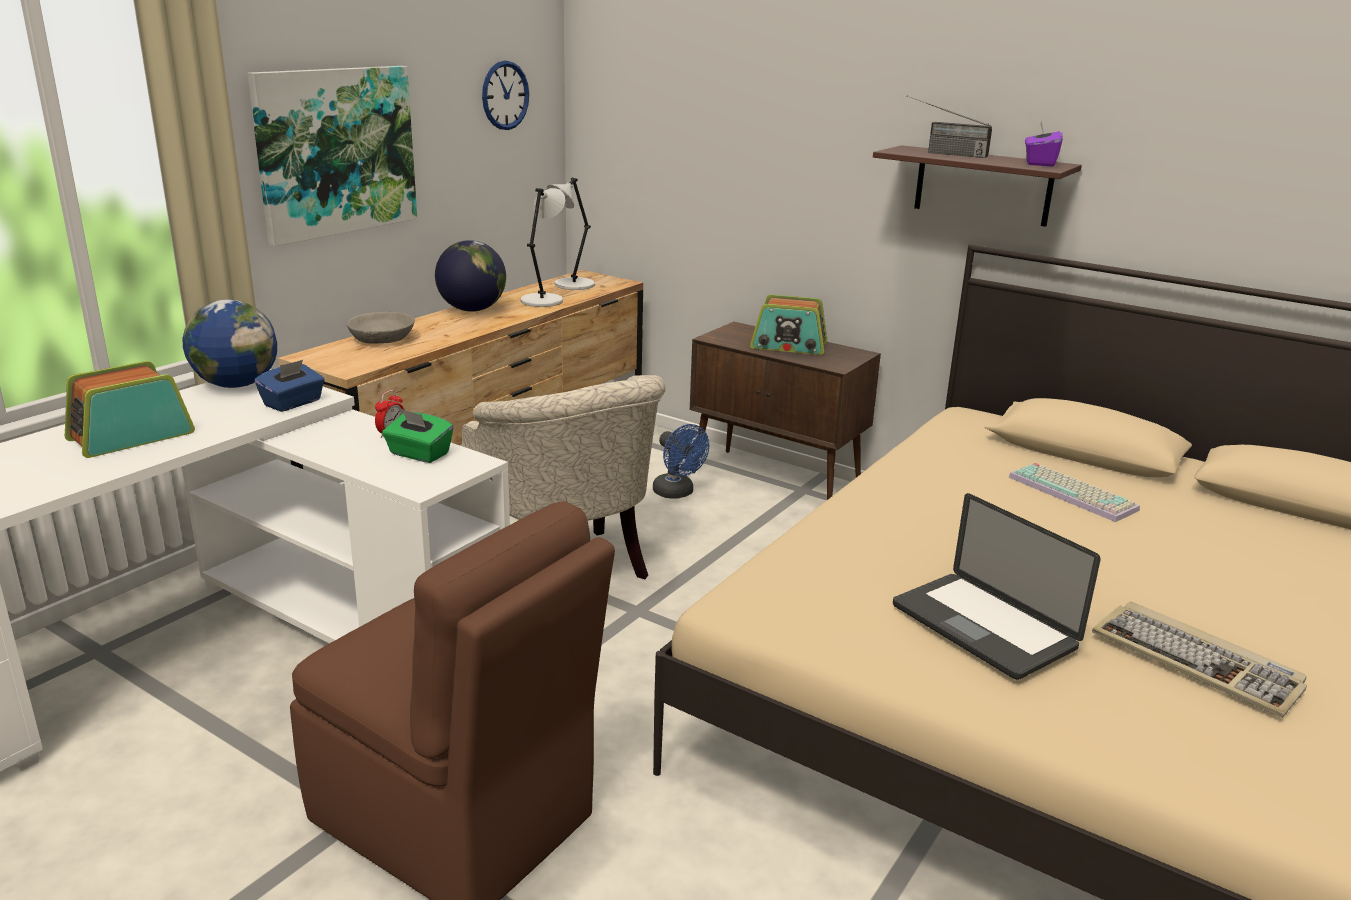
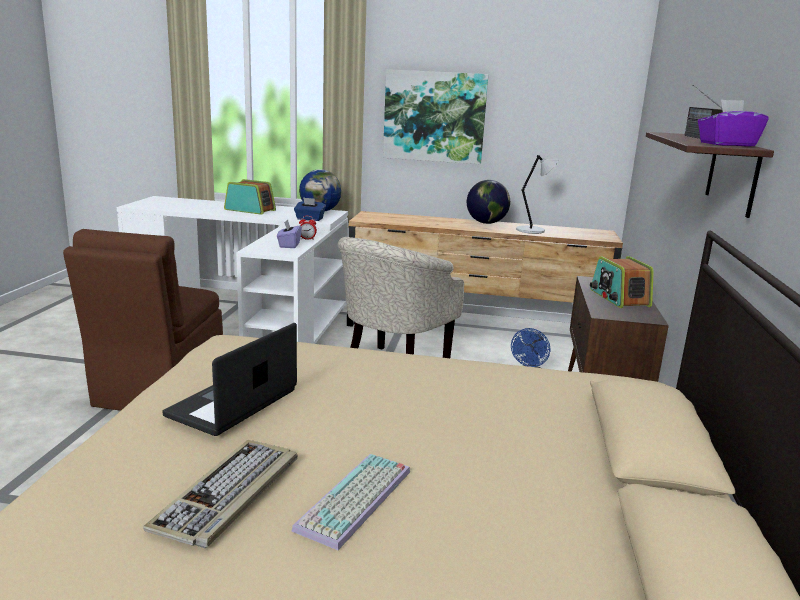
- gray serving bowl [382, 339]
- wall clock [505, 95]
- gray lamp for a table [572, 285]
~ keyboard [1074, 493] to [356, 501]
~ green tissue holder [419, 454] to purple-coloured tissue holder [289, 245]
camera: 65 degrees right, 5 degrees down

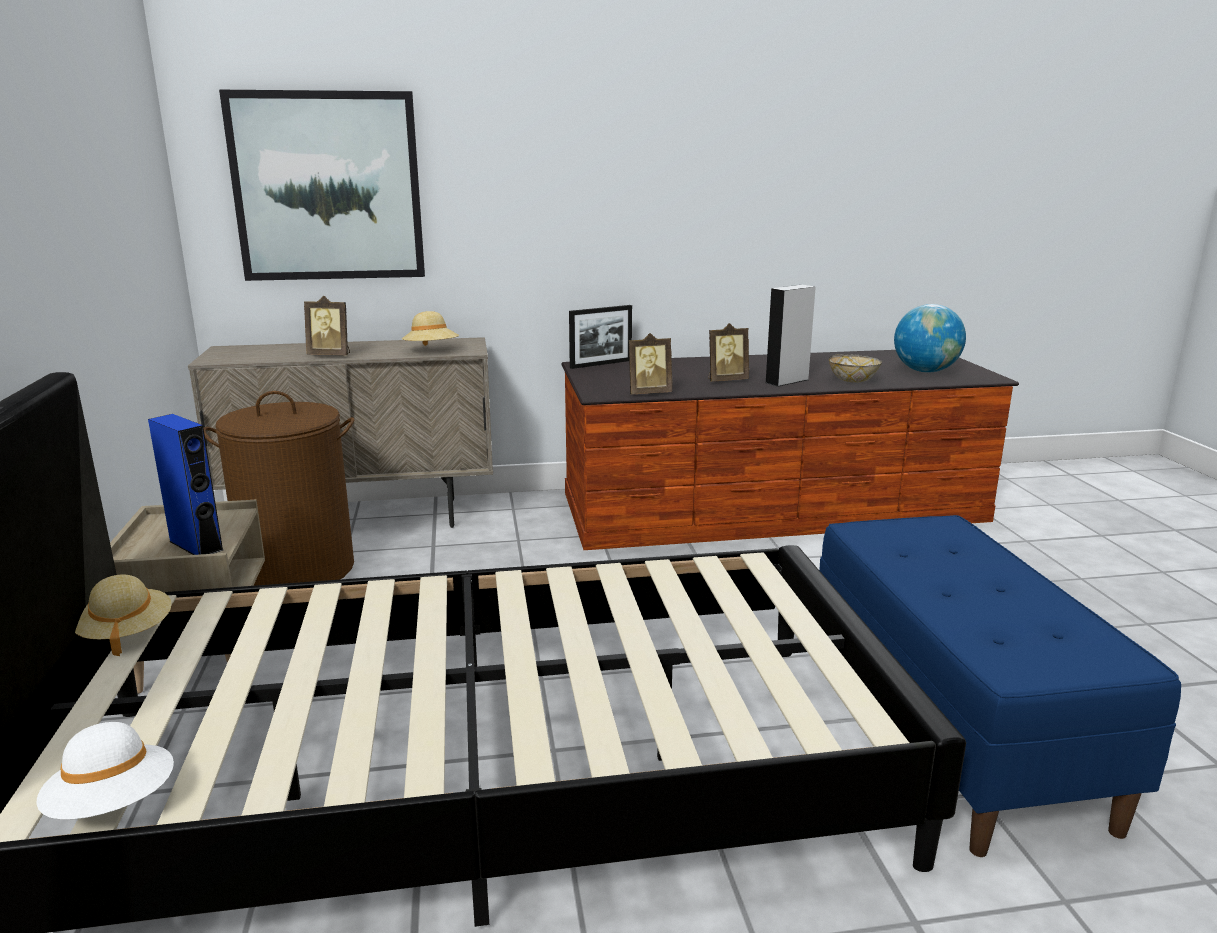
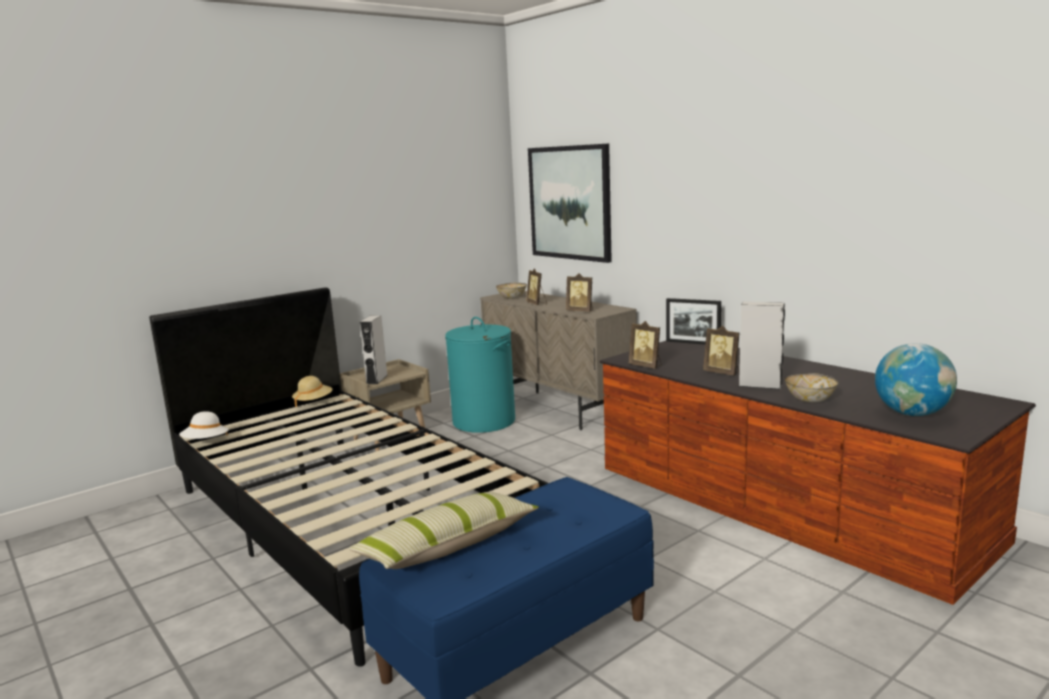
+ pillow [447, 546]
+ serving bowl [512, 297]
~ beige-coloured wearable hat [431, 351] to picture frame [580, 311]
~ blue loudspeaker [196, 545] to gray loudspeaker [377, 379]
~ brown laundry basket [298, 570] to turquoise-coloured laundry basket [484, 421]
camera: 60 degrees right, 5 degrees down

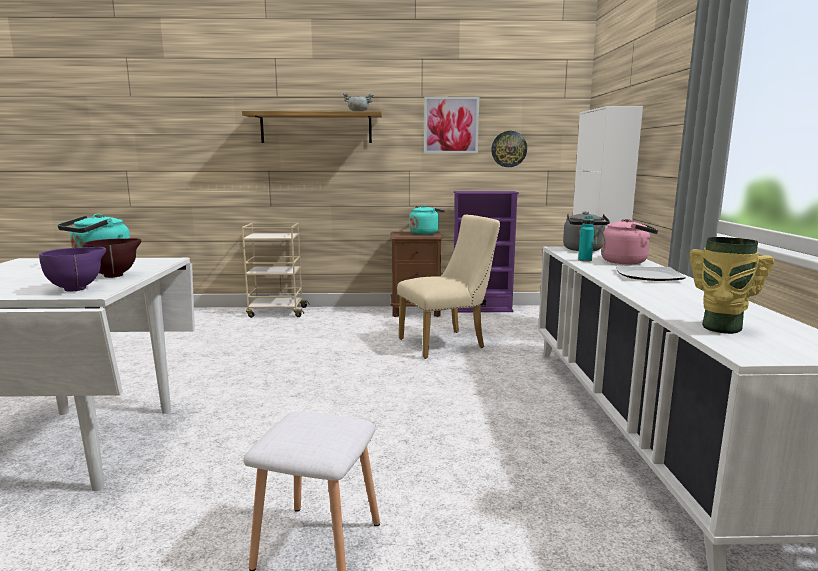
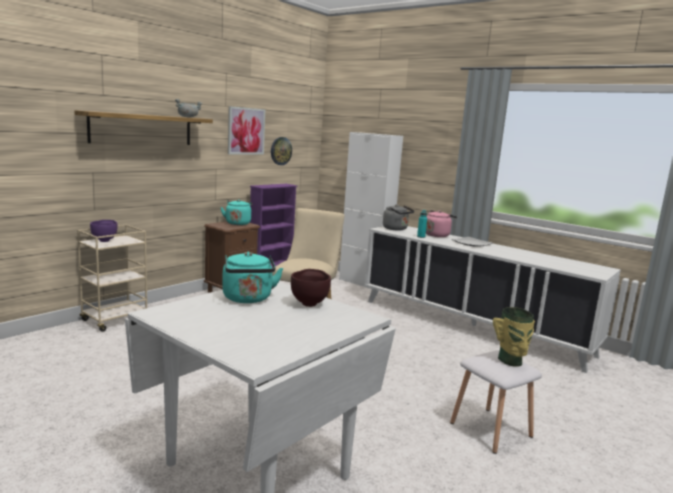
~ purple-coloured serving bowl [78, 289] to [105, 240]
~ vase [720, 328] to [511, 361]
camera: 50 degrees left, 0 degrees up

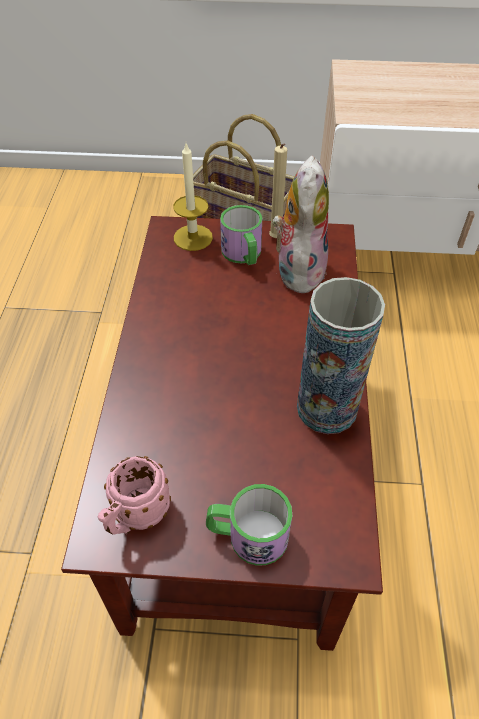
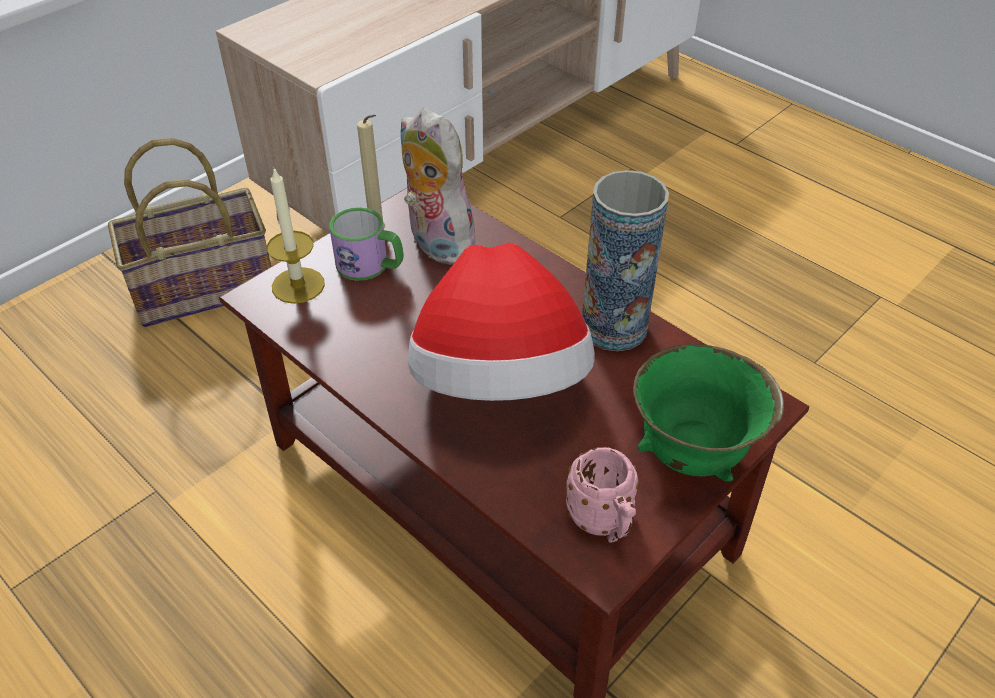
+ wearable hat [500, 381]
~ coffee mug [247, 535] to green serving bowl [692, 456]
camera: 50 degrees left, 5 degrees down

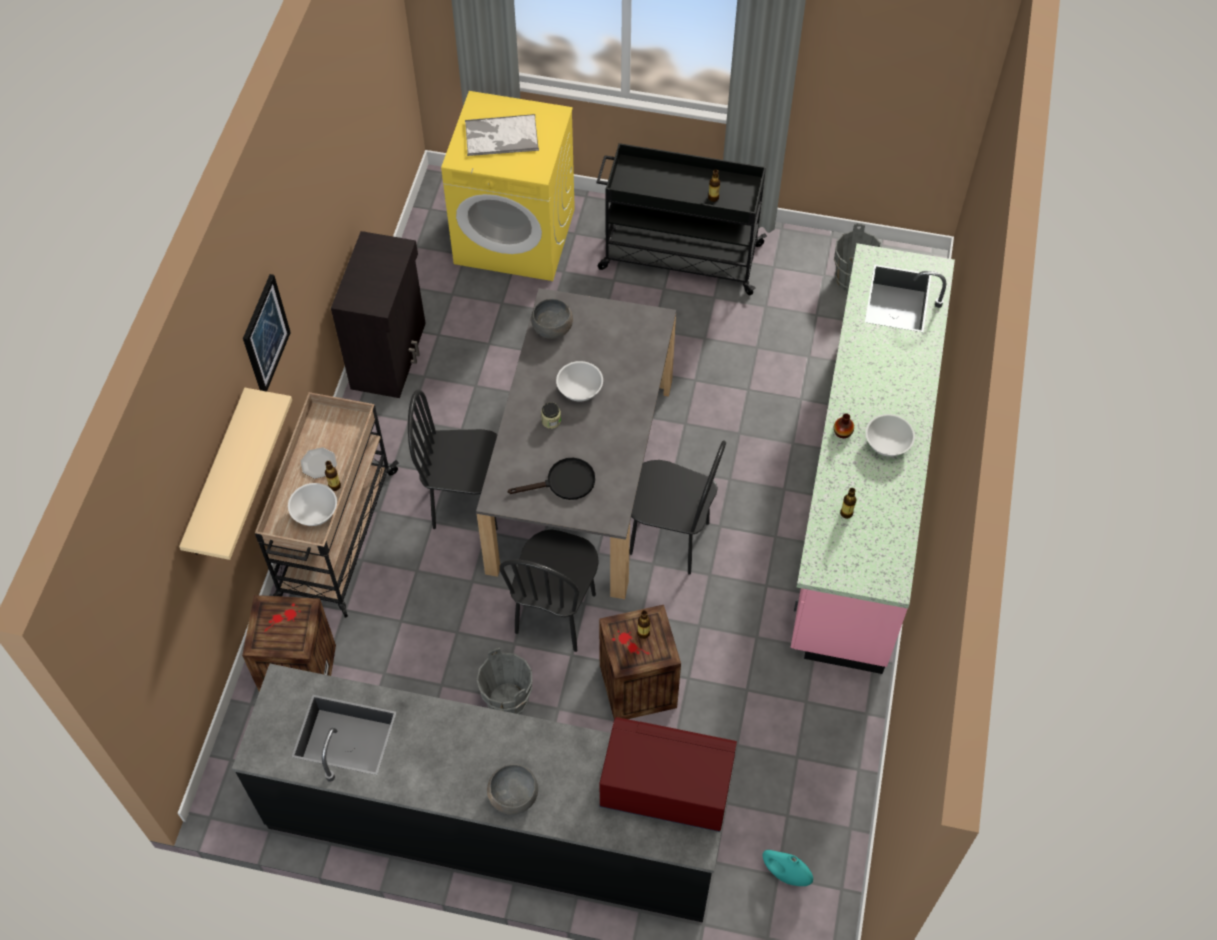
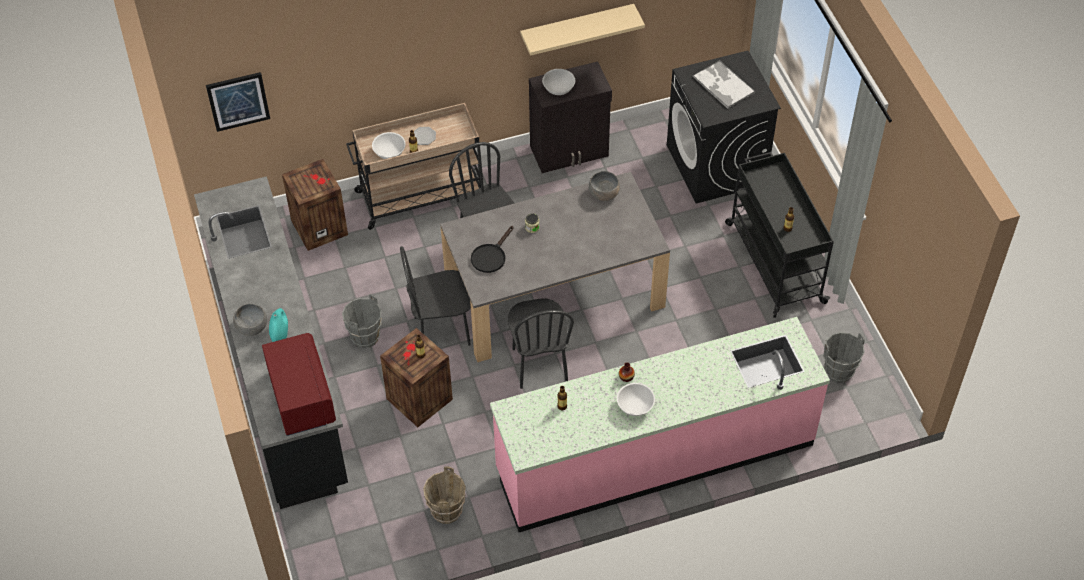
+ brown pail [446, 511]
~ beige-coloured bracket shelf [217, 476] to [577, 27]
~ wall picture [265, 334] to [238, 101]
~ whitish serving bowl [579, 390] to [558, 89]
~ turquoise-coloured vase [785, 874] to [280, 336]
~ yellow-coloured laundry machine [516, 236] to black-coloured laundry machine [716, 165]
~ black-coloured pan [564, 483] = [490, 256] 75 degrees clockwise
camera: 60 degrees right, 5 degrees down

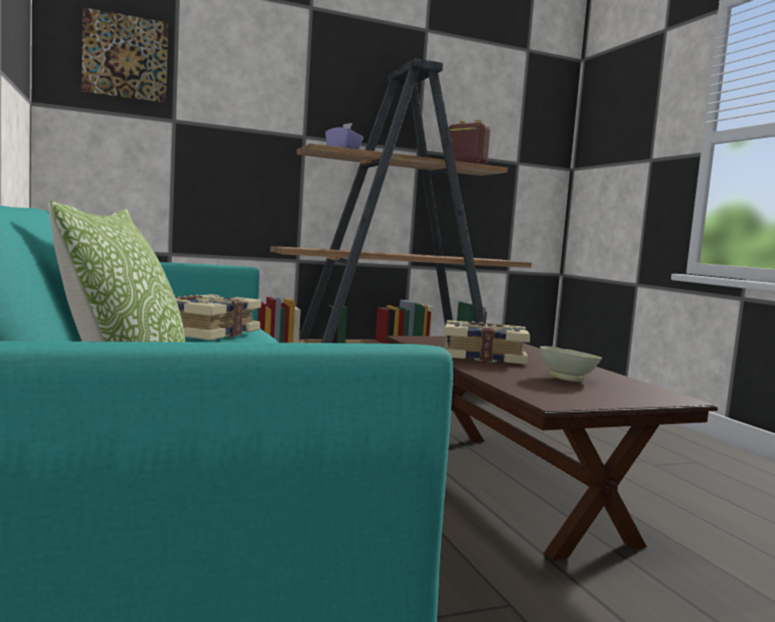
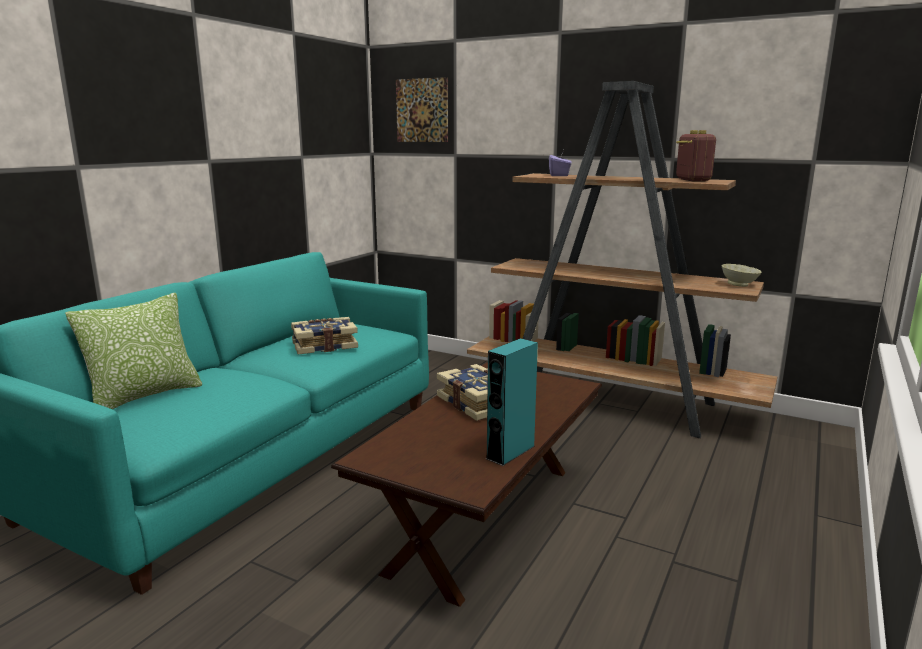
+ turquoise-coloured loudspeaker [510, 452]
~ beige-coloured serving bowl [568, 379] to [739, 285]
camera: 50 degrees right, 10 degrees up

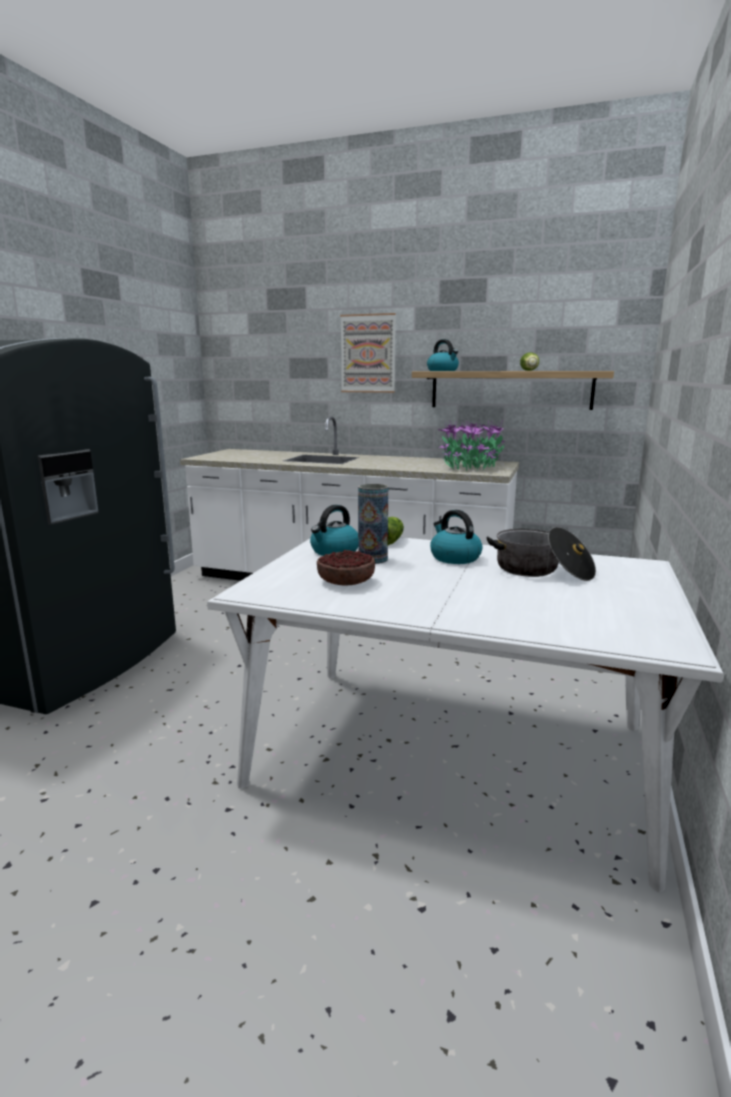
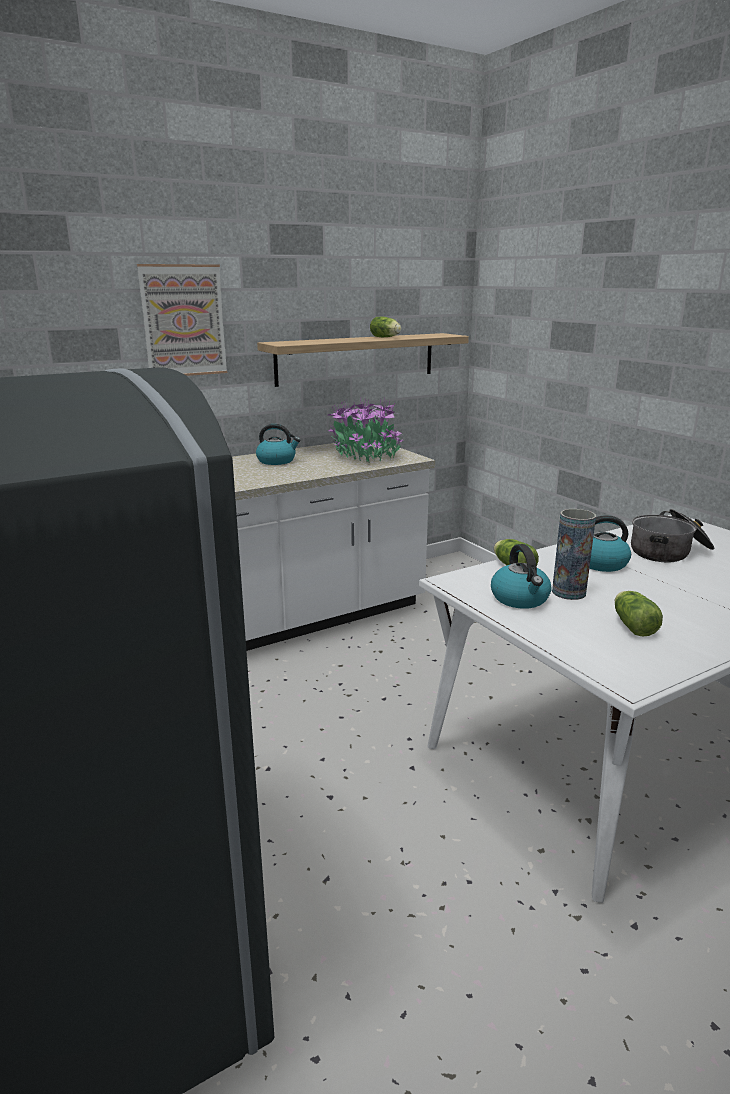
~ kettle [443, 371] to [277, 461]
~ serving bowl [345, 581] to lettuce [632, 625]
camera: 50 degrees left, 5 degrees up

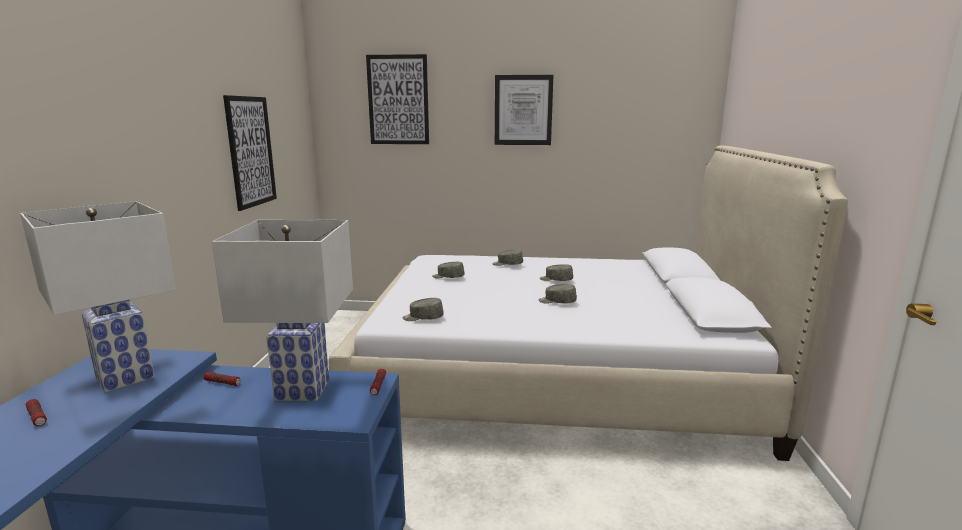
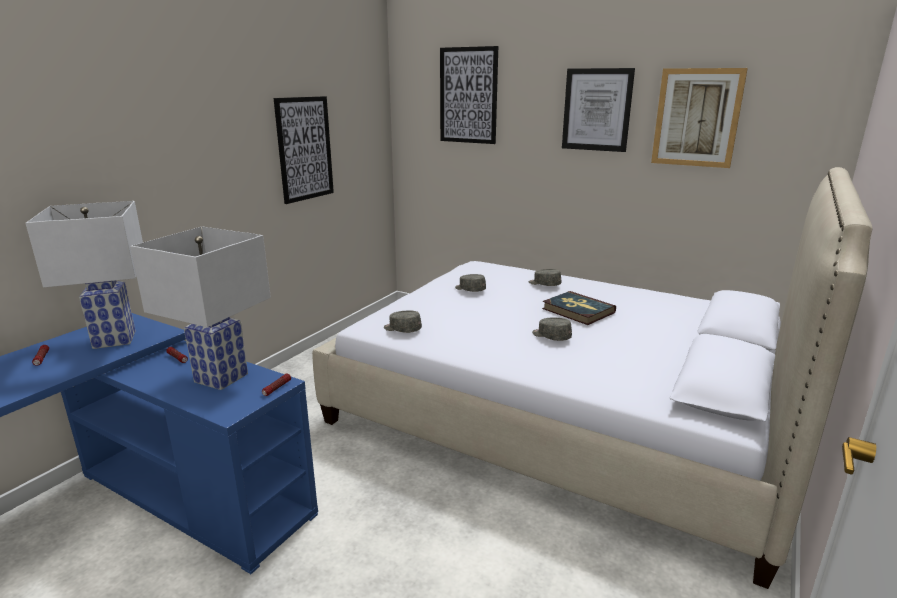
+ wall picture [696, 118]
~ gray peaked cap [556, 280] to volume [578, 310]
camera: 25 degrees right, 5 degrees up

